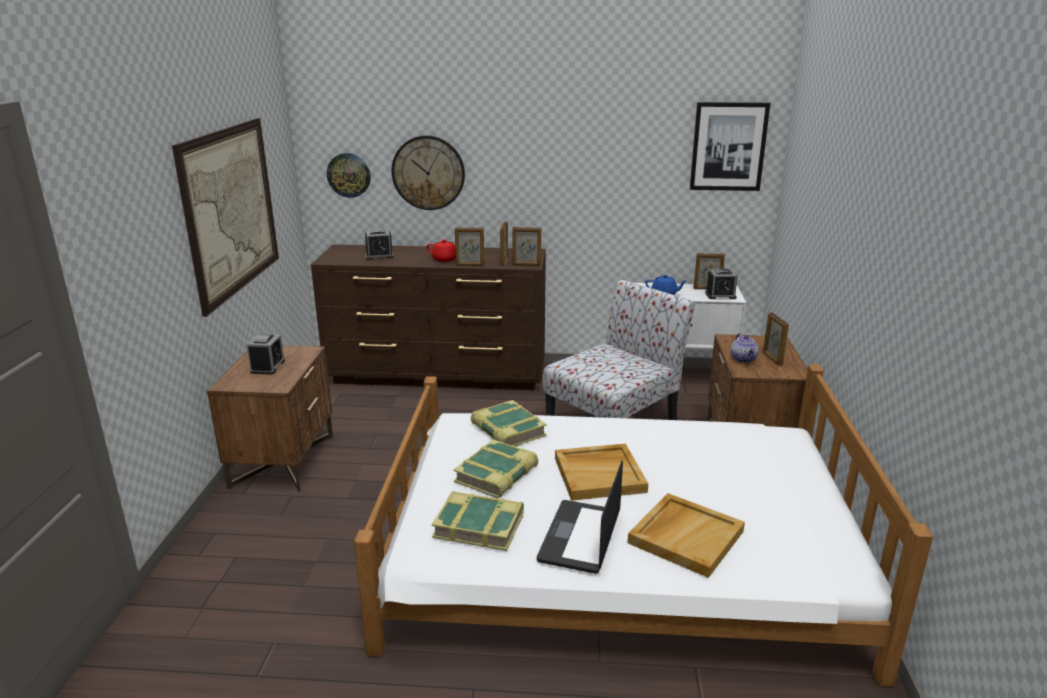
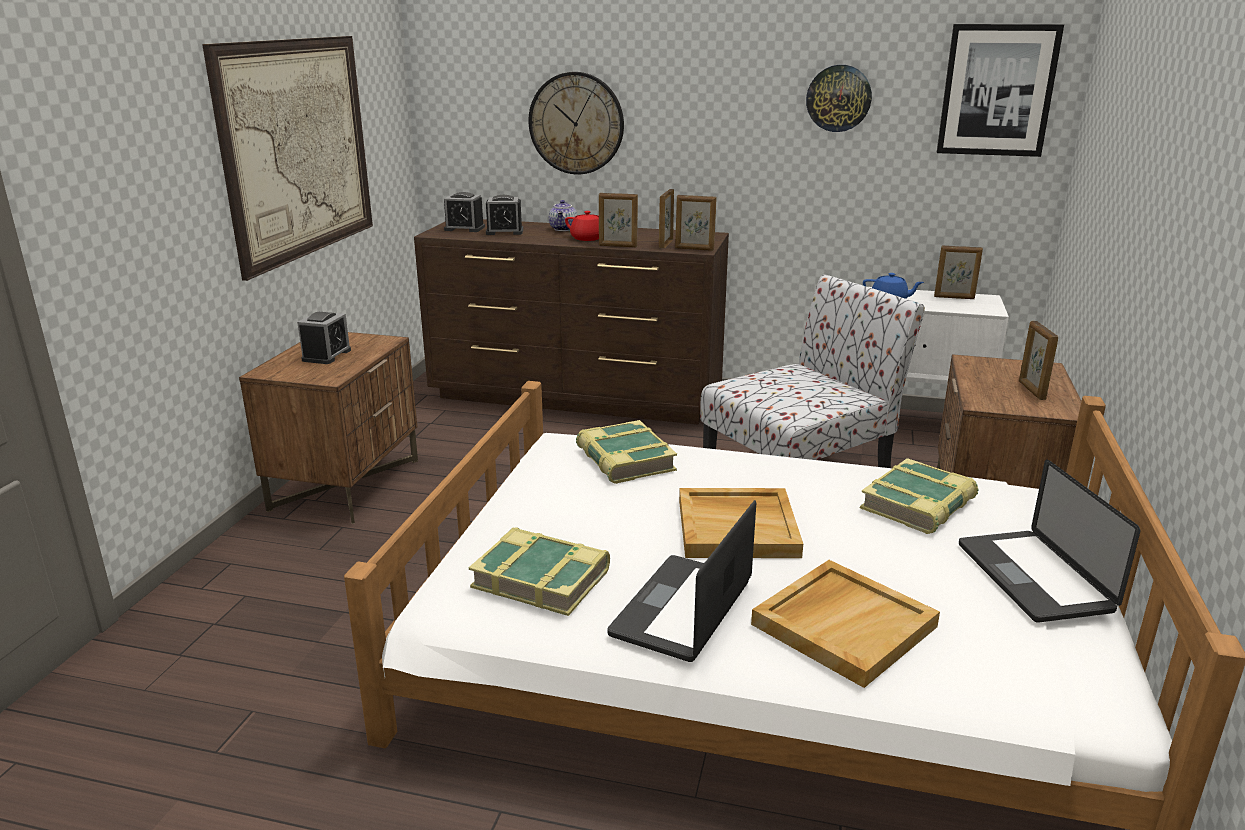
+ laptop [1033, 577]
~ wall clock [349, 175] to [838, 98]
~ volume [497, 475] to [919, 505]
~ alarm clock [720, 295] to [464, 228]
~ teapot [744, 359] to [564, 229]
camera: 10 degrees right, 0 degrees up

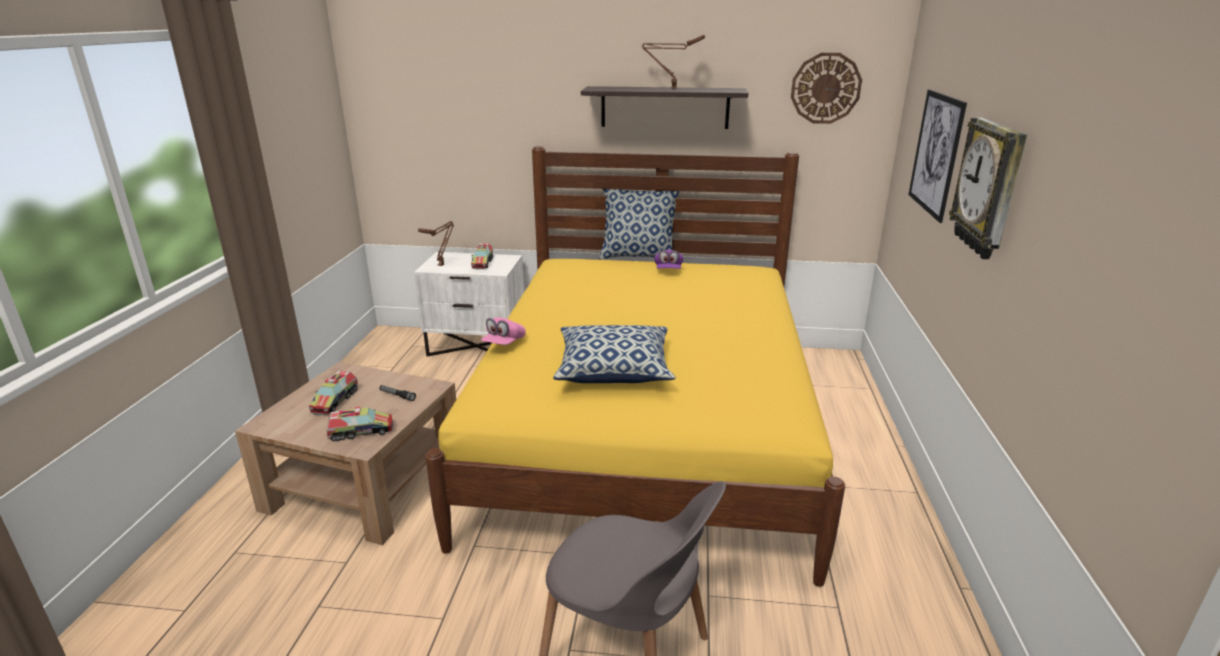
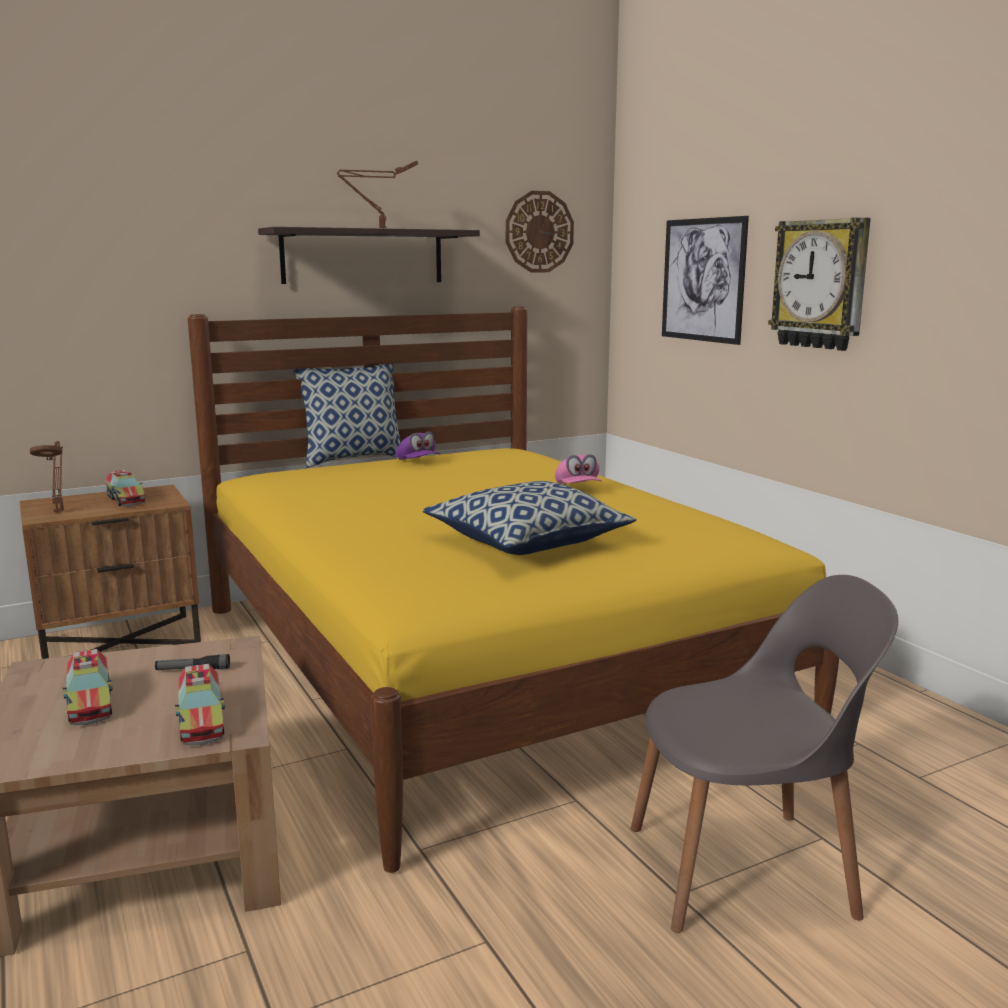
~ pink peaked cap [504, 343] to [577, 488]
~ whitish nightstand [477, 346] to brown nightstand [120, 641]
~ toy truck [361, 431] = [201, 720] 120 degrees clockwise
camera: 35 degrees left, 10 degrees down

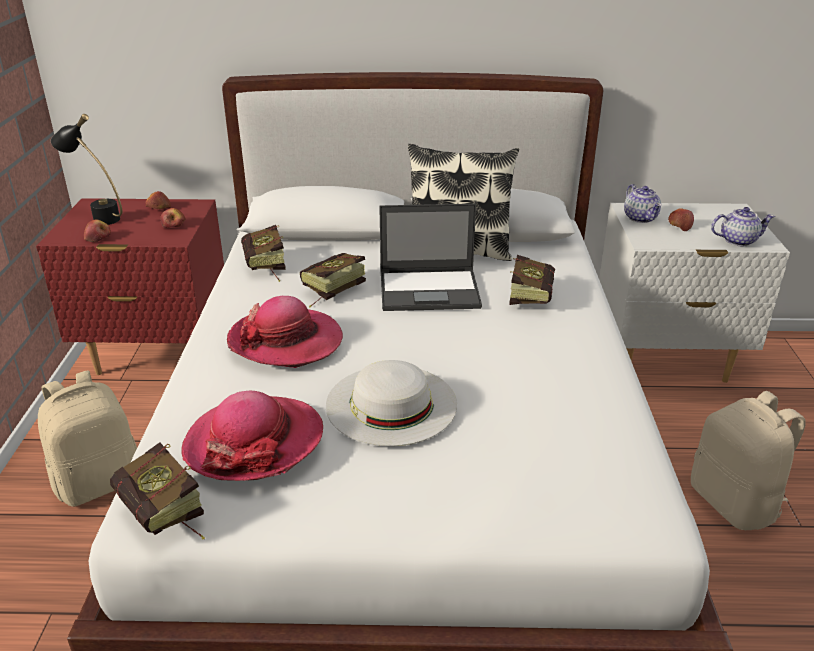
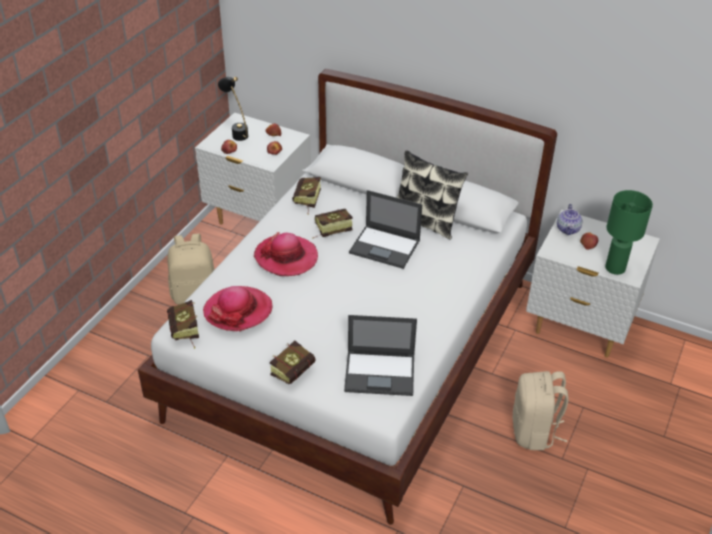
- whitish wearable hat [391, 404]
+ laptop [381, 373]
~ volume [530, 295] to [296, 370]
~ teapot [738, 240] to green lamp for a table [614, 268]
~ reddish nightstand [157, 355] to whitish nightstand [259, 220]
camera: 25 degrees right, 10 degrees up

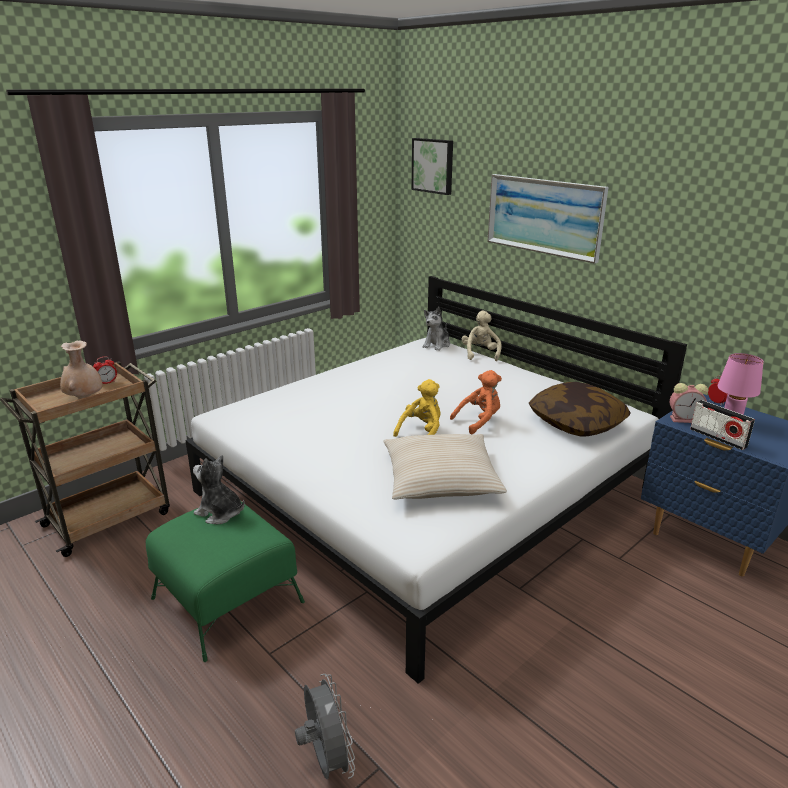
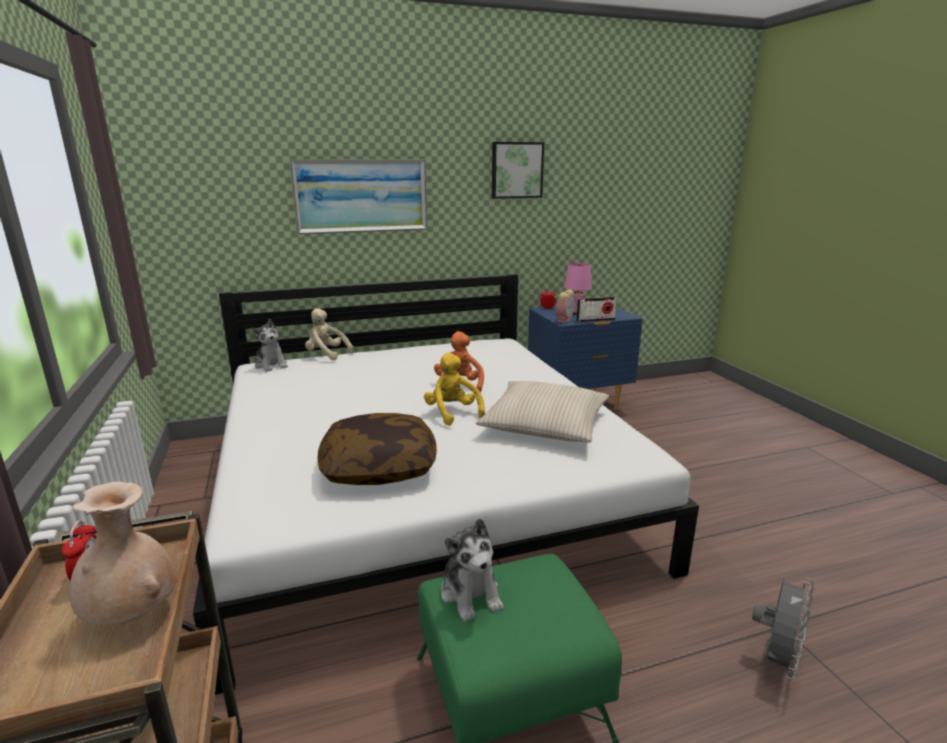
~ wall picture [433, 165] to [516, 170]
~ pillow [576, 423] to [379, 467]
~ plush toy [220, 513] = [471, 593] 75 degrees counterclockwise
~ gray cooling fan [326, 760] = [775, 660] 120 degrees clockwise
camera: 65 degrees left, 5 degrees down

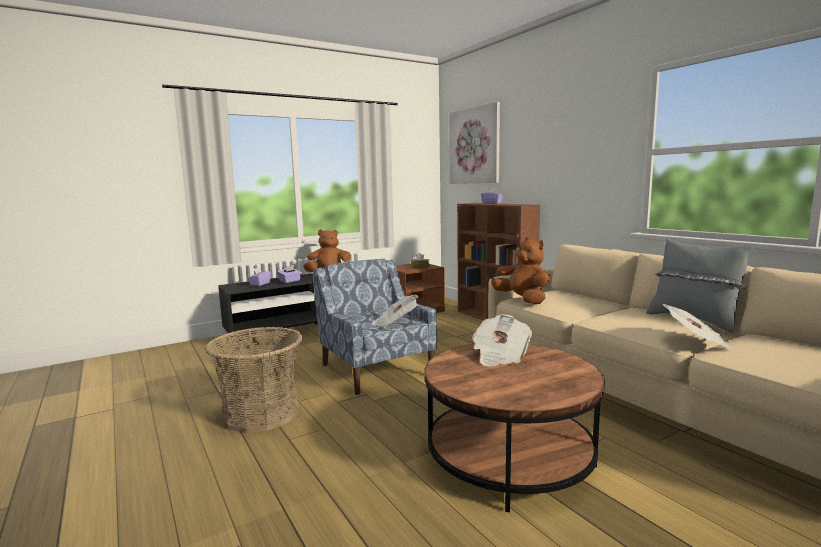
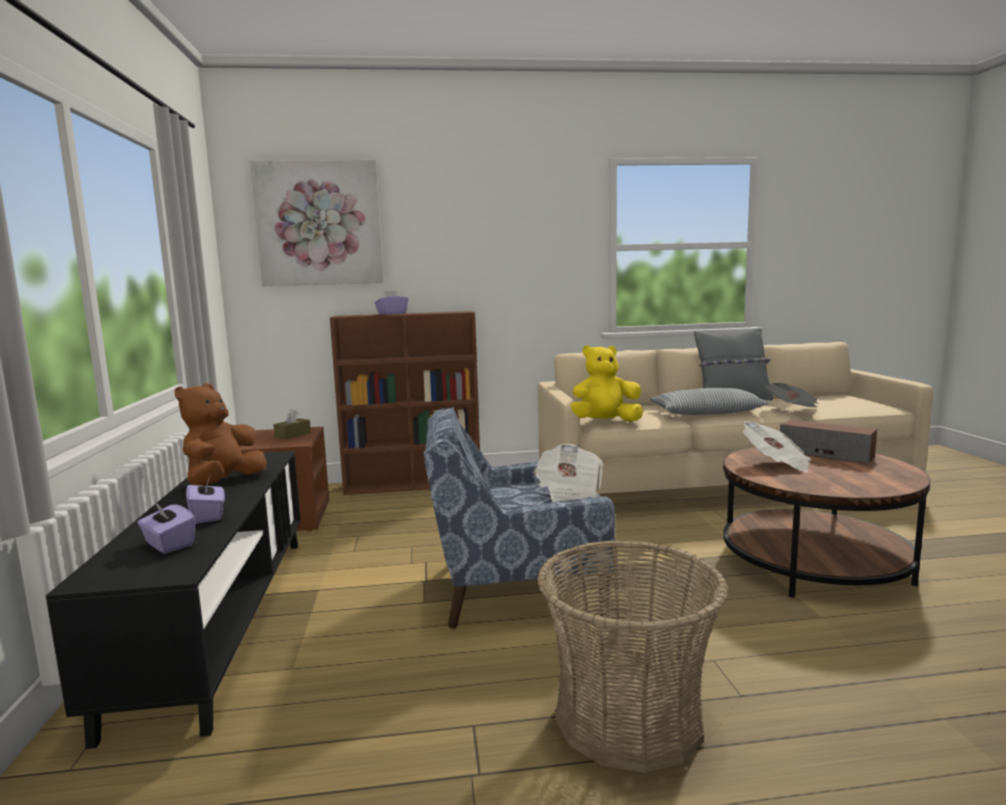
+ pillow [707, 413]
+ loudspeaker [826, 454]
~ brown plush toy [522, 300] to yellow-coloured plush toy [604, 422]
camera: 65 degrees left, 0 degrees up

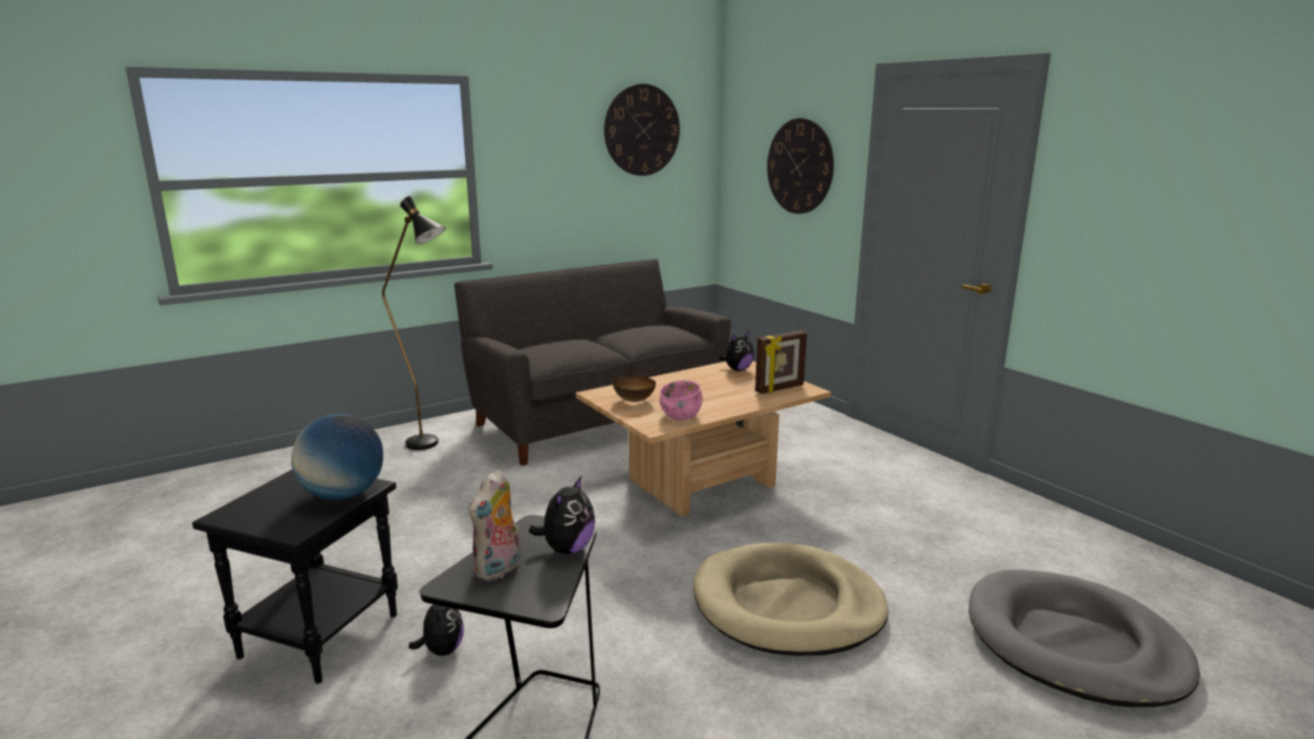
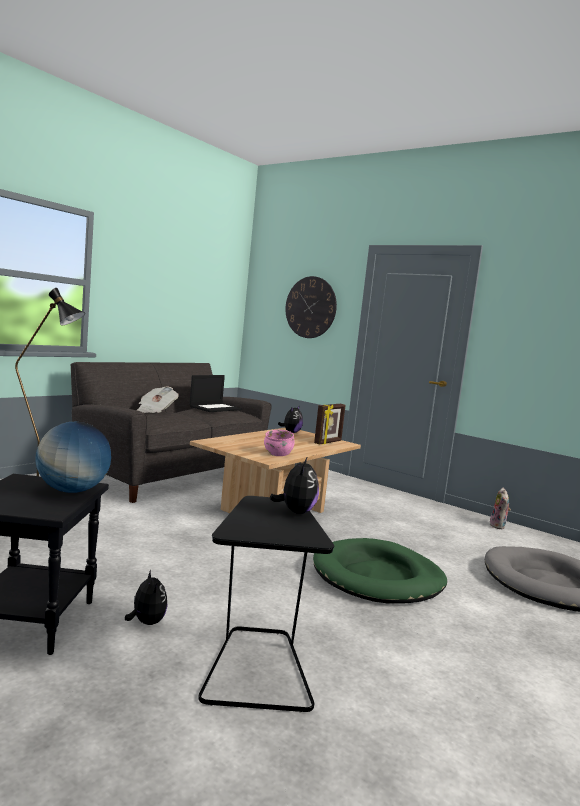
- wall clock [642, 130]
- serving bowl [634, 401]
+ newspaper [155, 411]
+ laptop [215, 408]
~ plush toy [499, 570] to [498, 526]
~ beige-coloured pet bed [787, 605] to green pet bed [378, 577]
camera: 20 degrees left, 10 degrees down

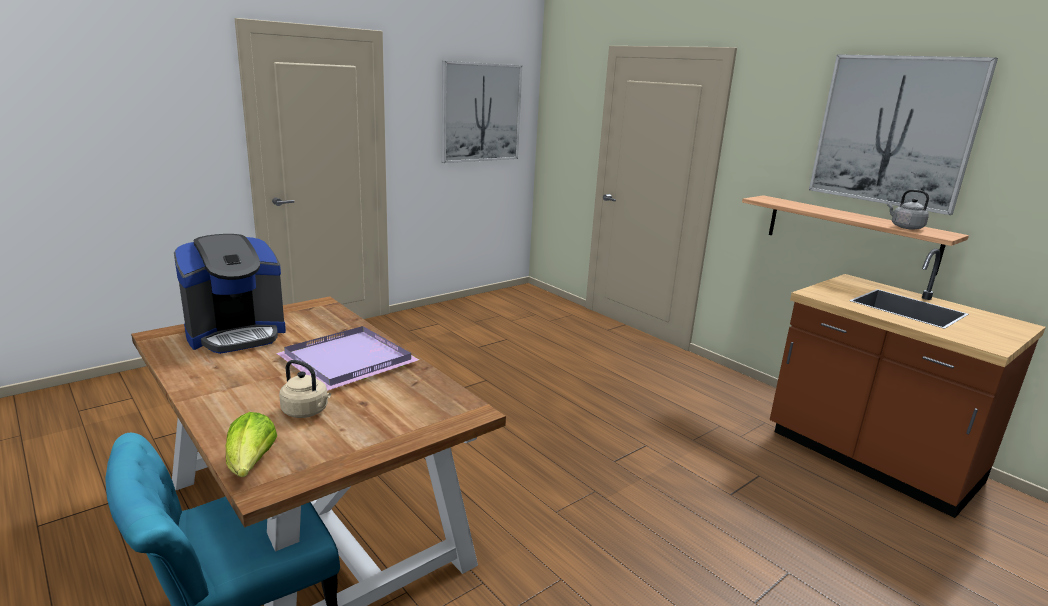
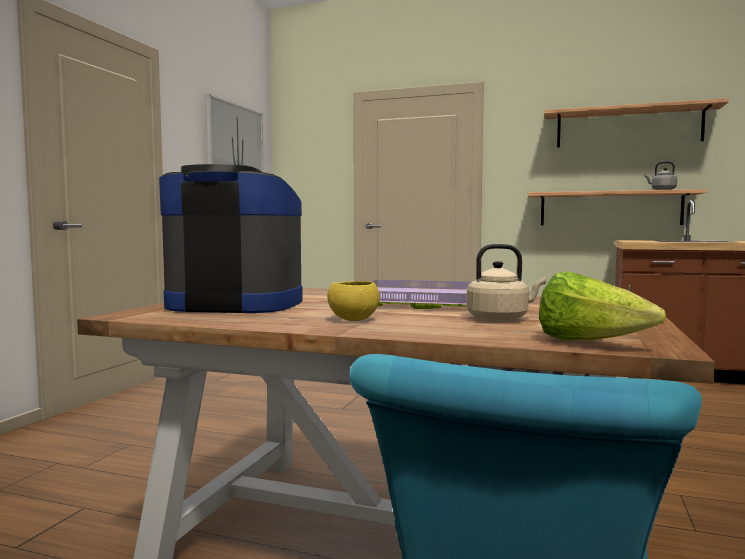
+ yellow-coloured serving bowl [353, 319]
~ wall picture [894, 131] to bracket shelf [628, 127]
~ coffee brewer [236, 334] = [235, 304] 105 degrees counterclockwise
camera: 30 degrees left, 15 degrees down

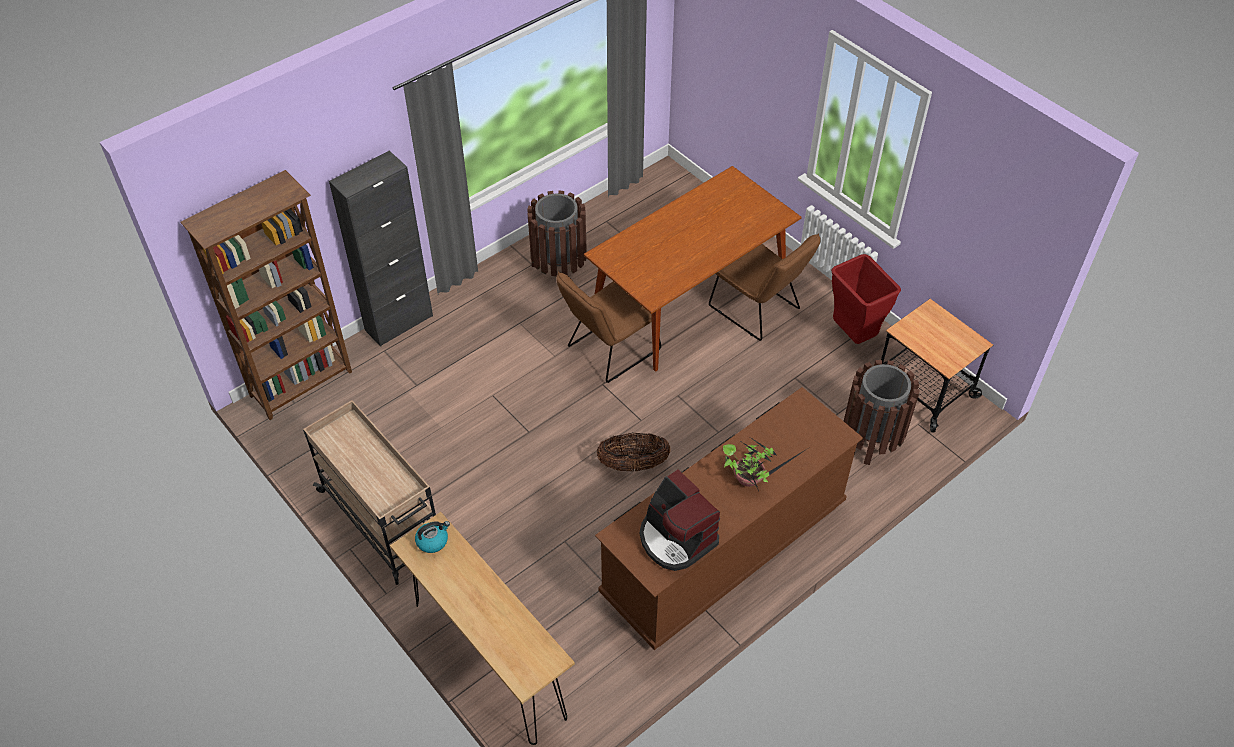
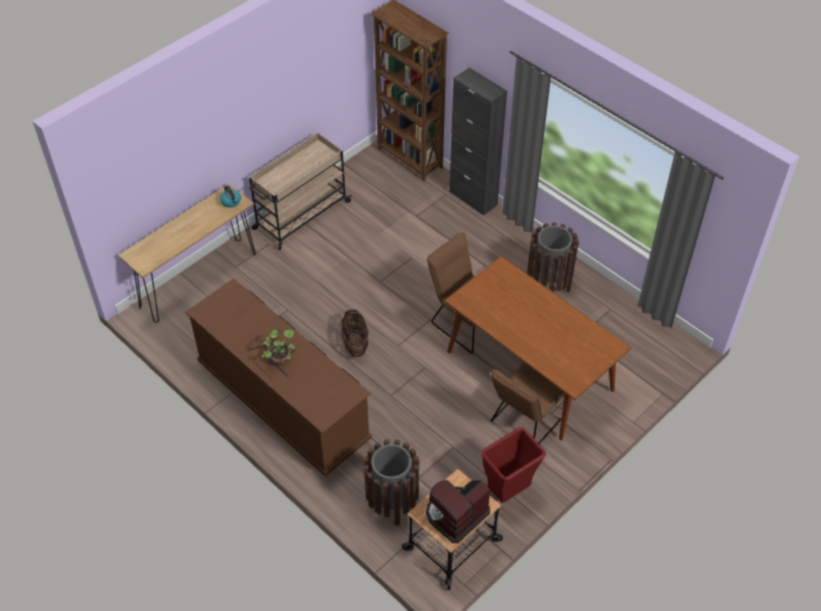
~ coffee brewer [676, 538] to [456, 515]
camera: 85 degrees right, 0 degrees up

